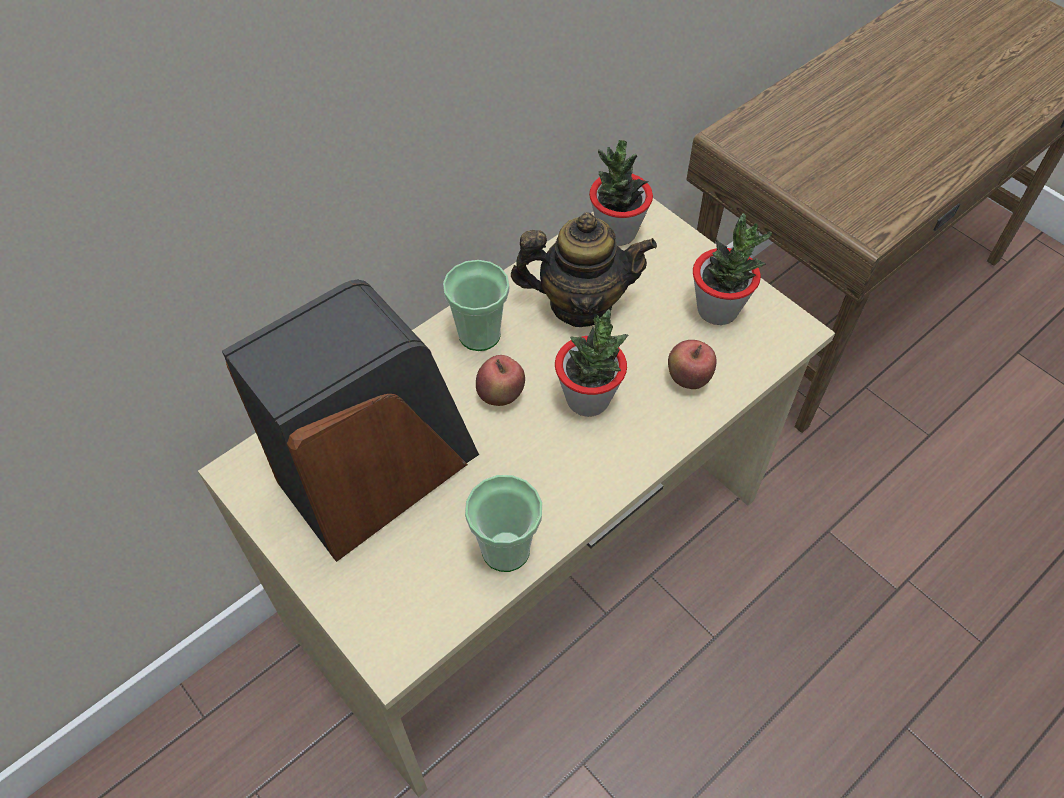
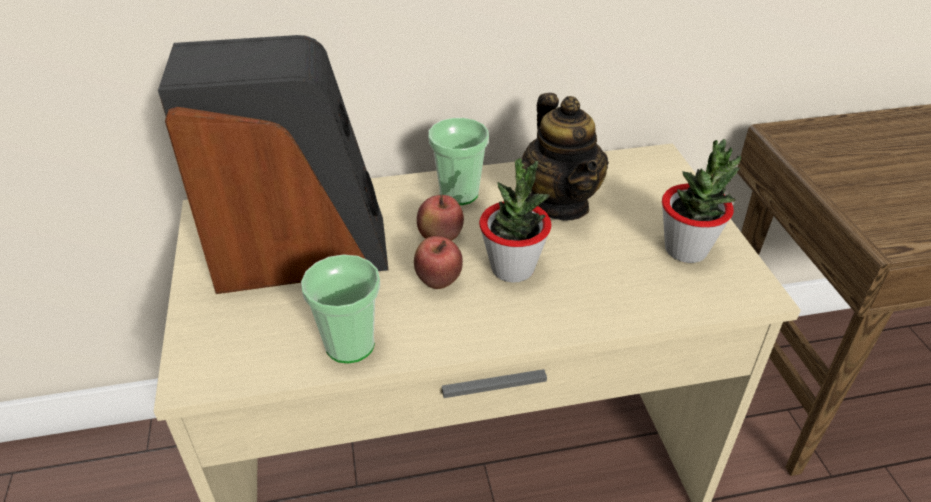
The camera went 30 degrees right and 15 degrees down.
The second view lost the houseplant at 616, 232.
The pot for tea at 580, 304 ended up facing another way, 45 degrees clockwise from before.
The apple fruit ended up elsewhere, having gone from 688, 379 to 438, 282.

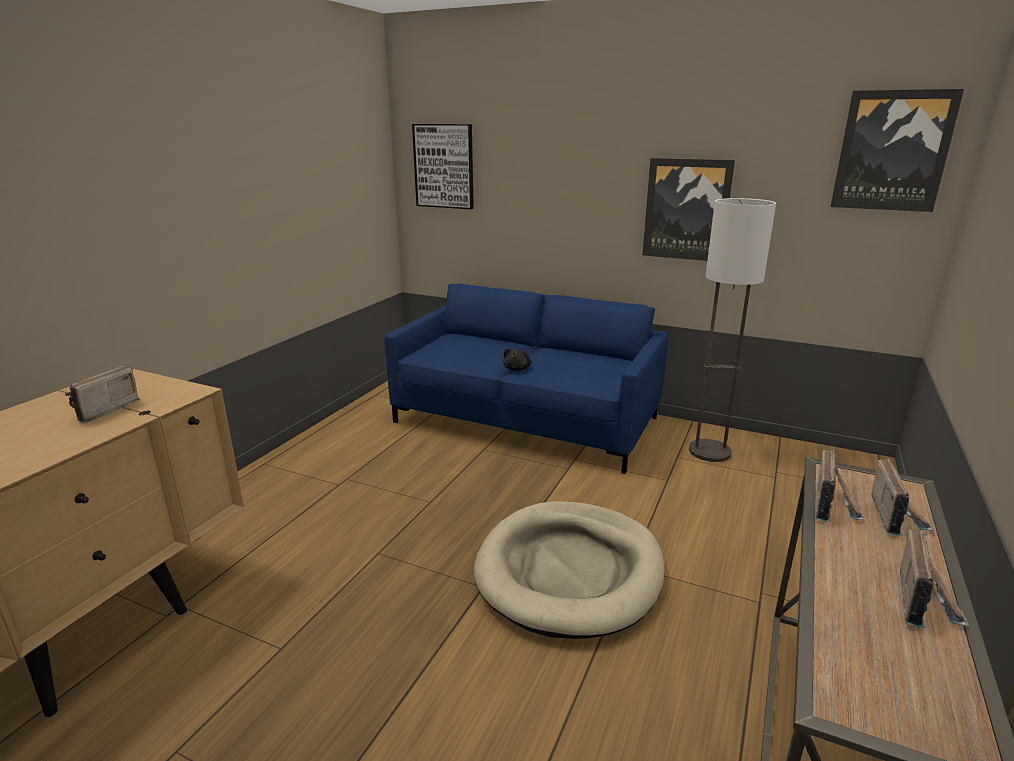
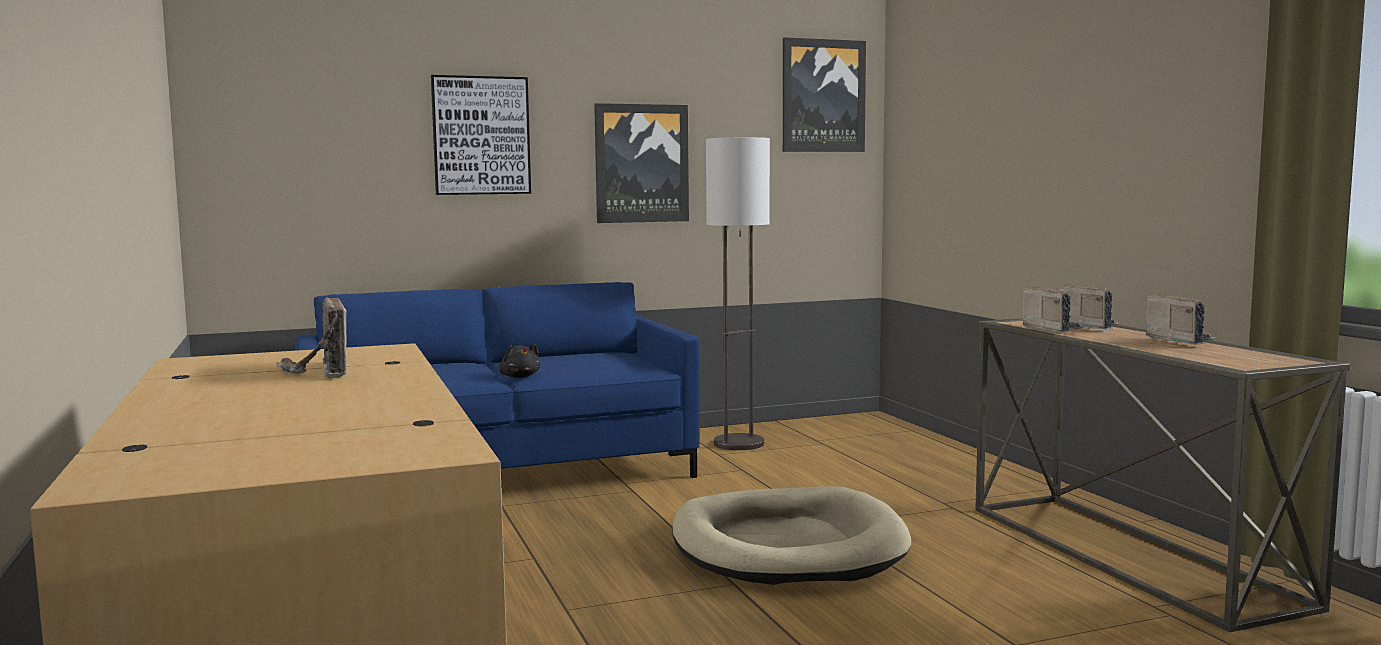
The camera went 45 degrees left and 15 degrees down.
The wall picture ended up elsewhere, having gone from 444, 166 to 481, 135.

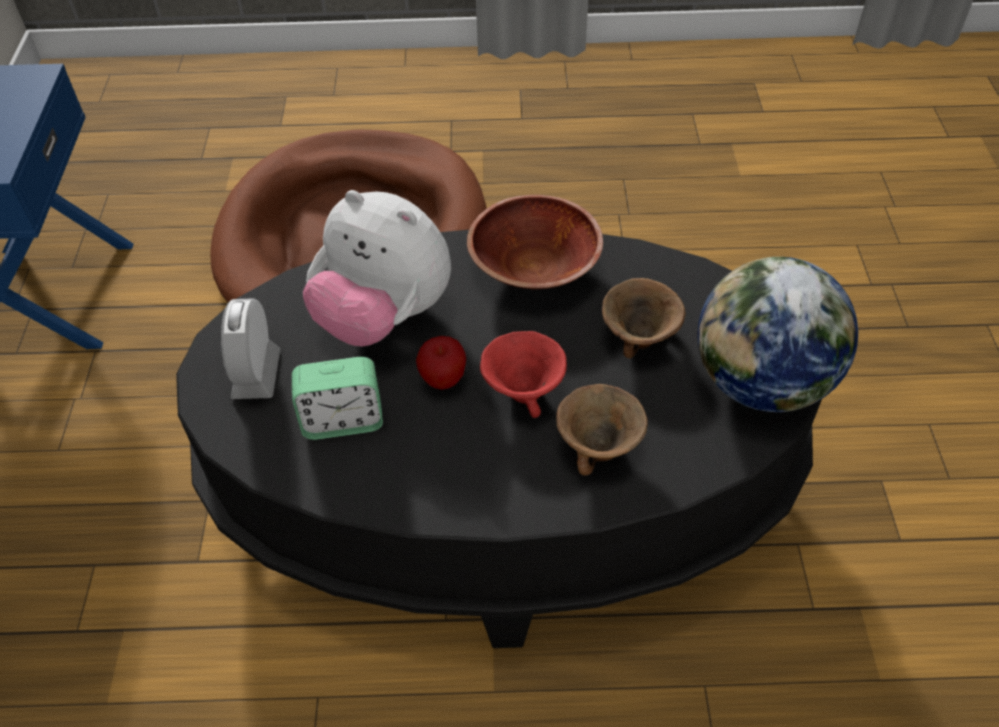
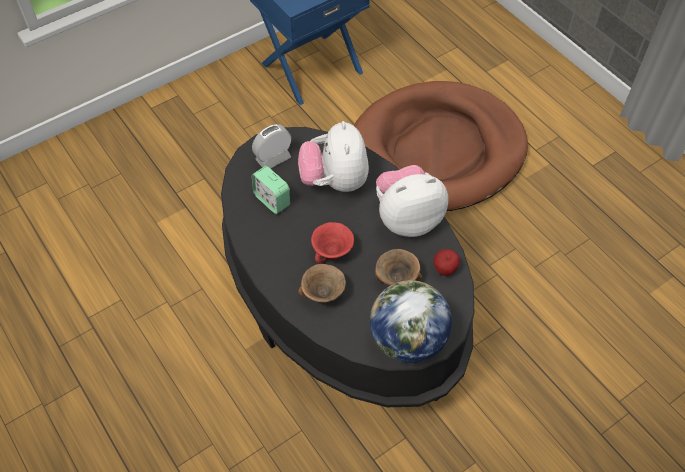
The camera went 55 degrees right and 5 degrees up.
Where the serving bowl (brown) stood at 534, 269, the cuddly toy came to stand at 407, 218.
The apple fruit ended up elsewhere, having gone from 443, 380 to 444, 270.

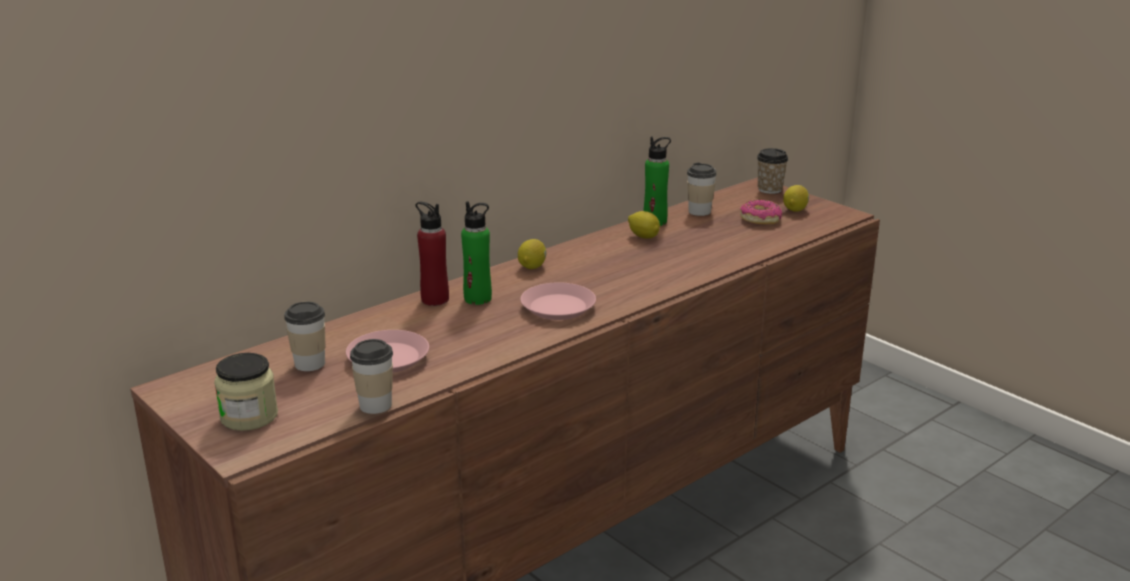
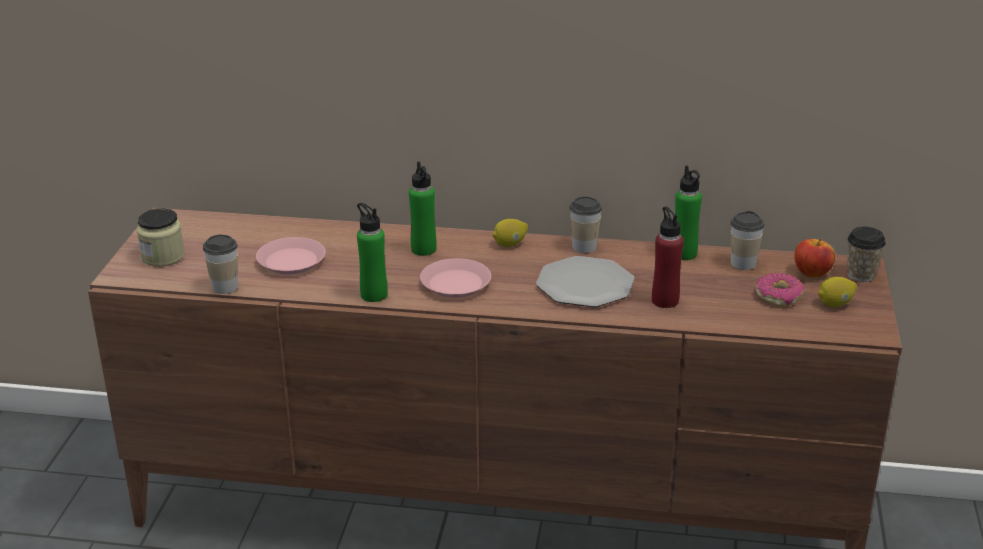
The camera went 50 degrees right and 5 degrees up.
The bottle (red-coloured) ended up elsewhere, having gone from 435, 299 to 665, 301.
The second view lost the citrus fruit at 643, 237.
The drinking cup ended up elsewhere, having gone from 310, 364 to 584, 247.
The second view gained the bottle (green) at 374, 295.
The second view gained the apple fruit at 812, 273.
The second view gained the plate at 584, 285.

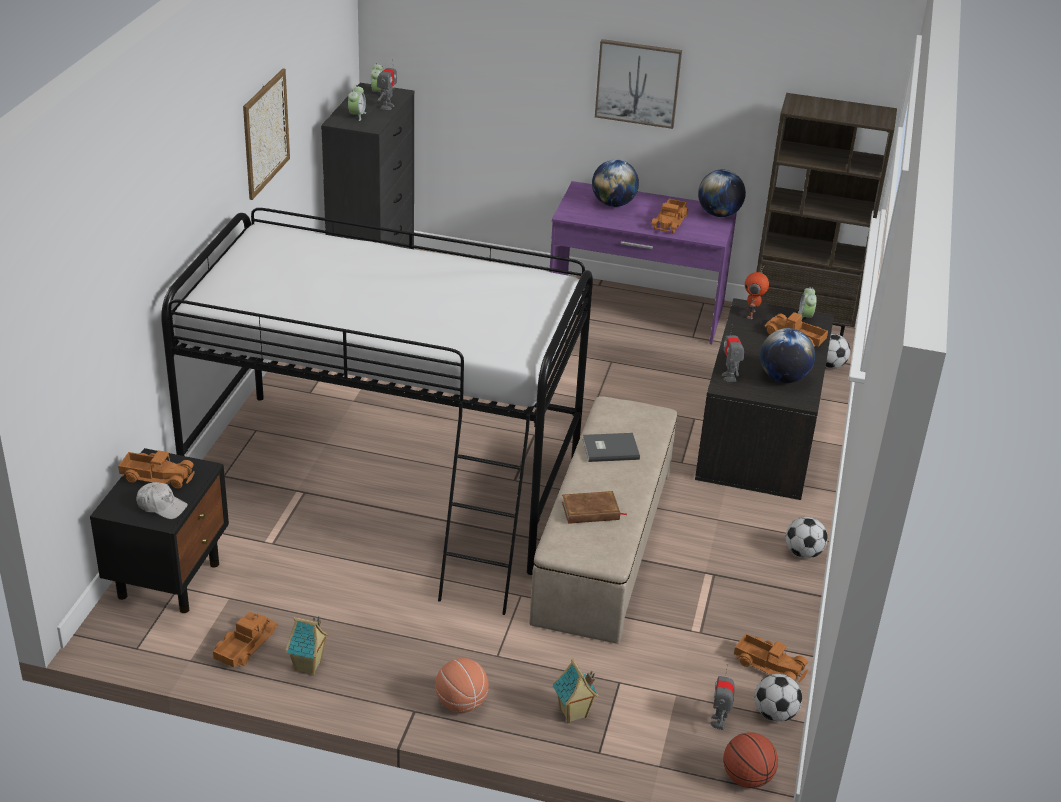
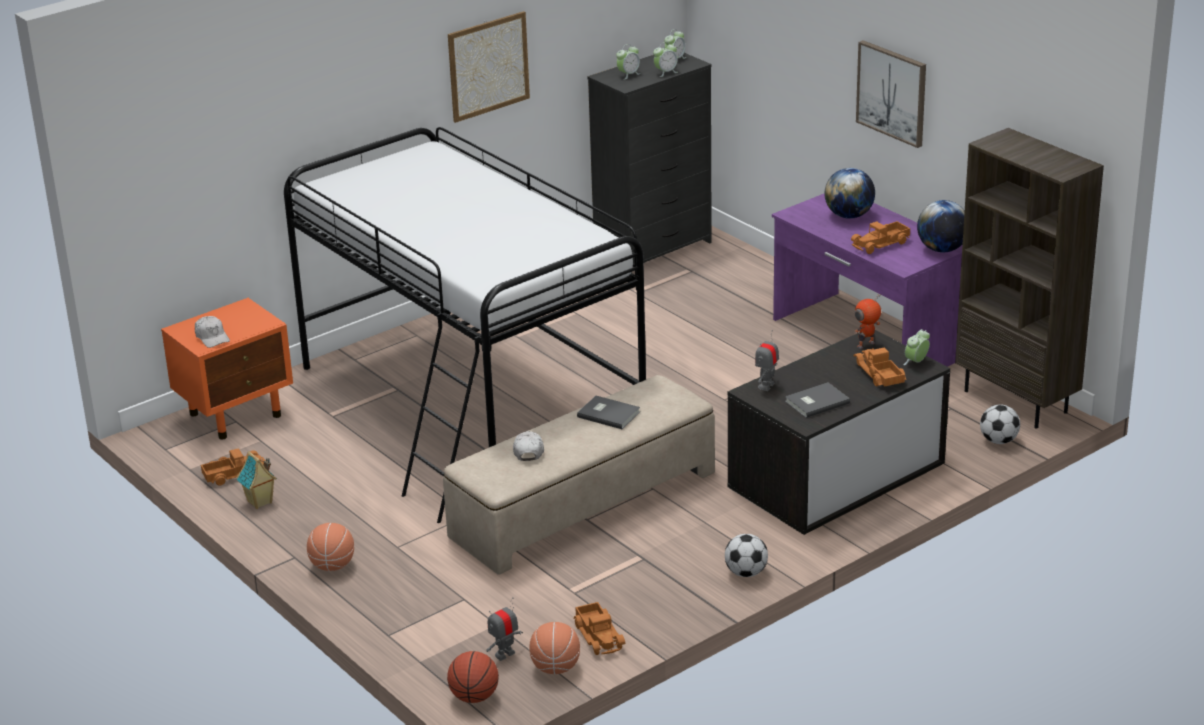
The camera went 40 degrees right and 5 degrees down.
Where the robot figure stood at 387, 106, the table clock came to stand at 665, 72.
Where the world globe stood at 783, 378, the book (gray) came to stand at 815, 402.
What was the bedside table (black-coloured) at 169, 579 turned into the bedside table (orangey) at 236, 414.
The second view lost the toy lorry at 157, 476.
Where the book (brown) stood at 590, 511, the peaked cap (white) came to stand at 528, 451.
The second view lost the miniature house at 573, 714.
Where the ball for football stood at 774, 714, the ball for basketball came to stand at 555, 668.

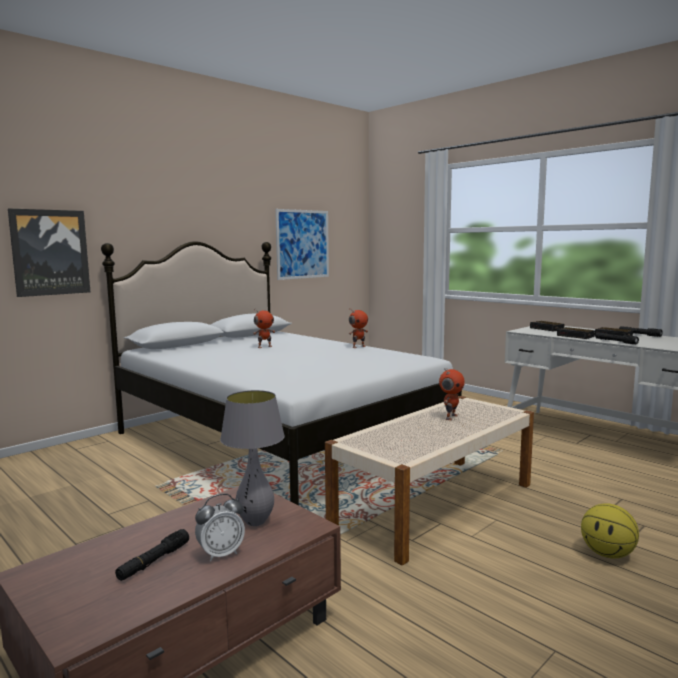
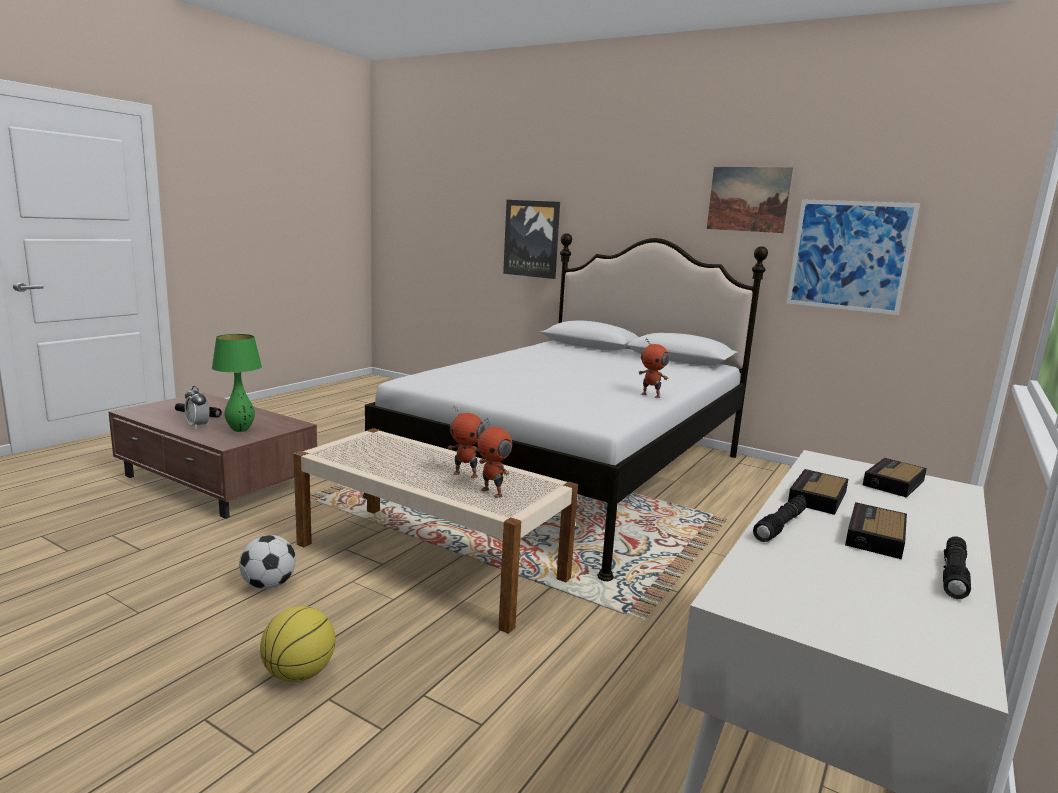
The camera went 75 degrees right and 5 degrees up.
The robot figure ended up elsewhere, having gone from 264, 347 to 493, 492.
What was the lamp for a table (gray) at 255, 522 turned into the lamp for a table (green) at 240, 430.
The second view gained the wall picture at 748, 199.
The second view gained the ball for football at 269, 585.

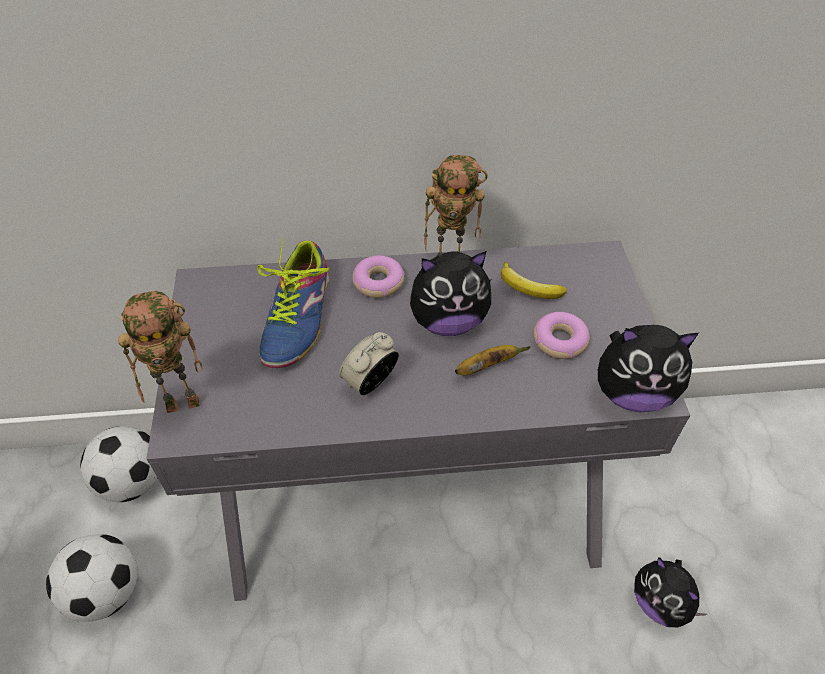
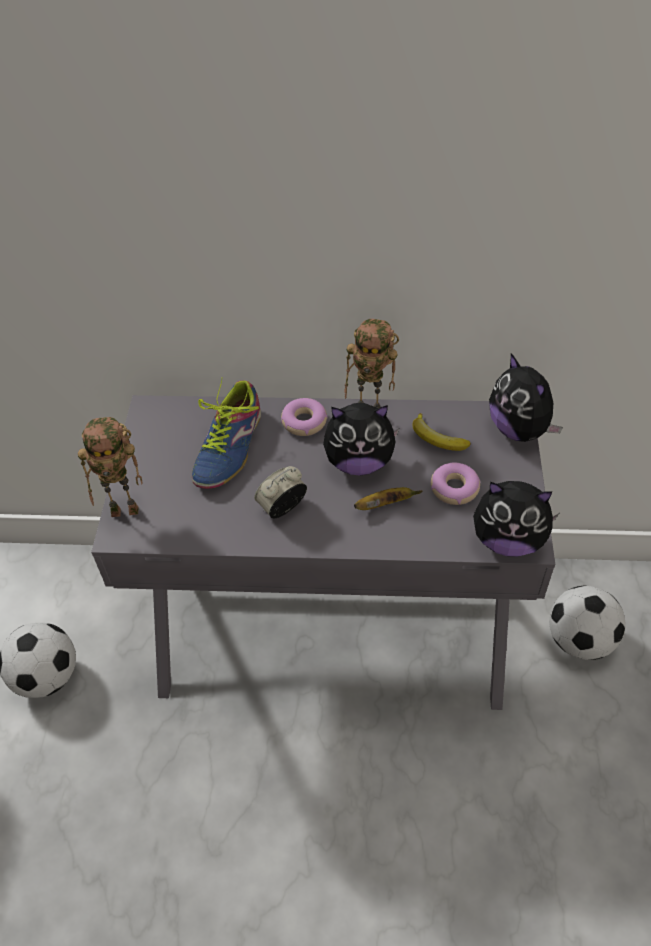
The camera went 10 degrees right and 0 degrees up.
The ball for football ended up elsewhere, having gone from 133, 481 to 580, 639.
The cuddly toy ended up elsewhere, having gone from 660, 602 to 519, 429.

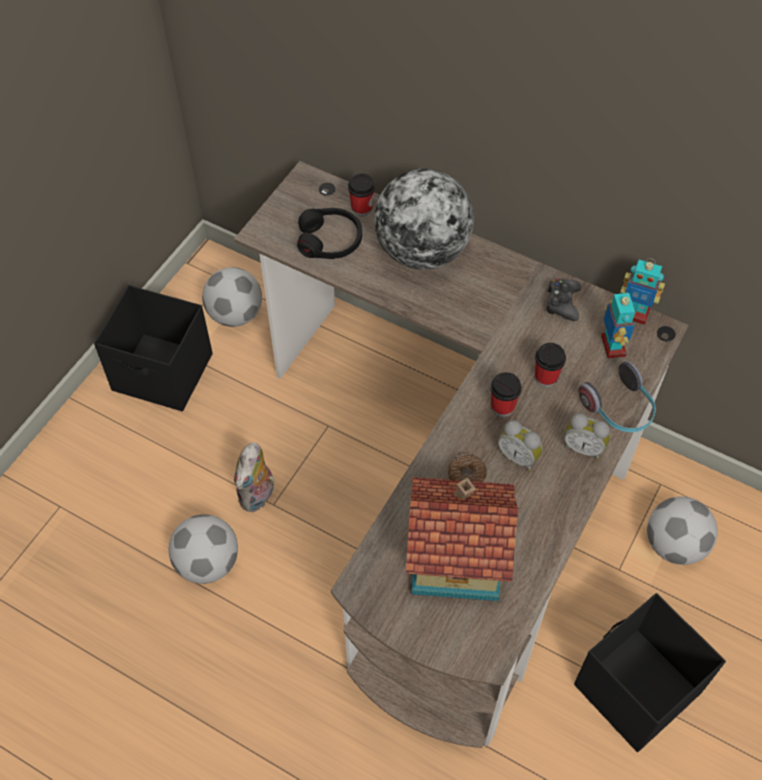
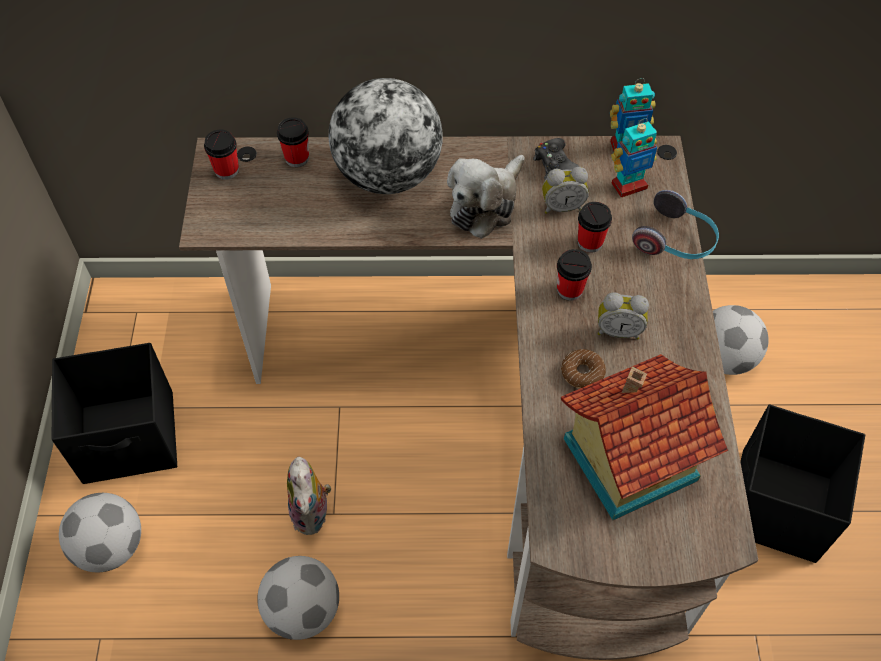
The camera went 30 degrees left and 0 degrees up.
The second view lost the headset (black-coloured) at 330, 240.
The ball for football ended up elsewhere, having gone from 235, 314 to 110, 546.
The robot figure at 612, 346 ended up facing another way, 105 degrees clockwise from before.
The table clock ended up elsewhere, having gone from 583, 447 to 562, 206.
The second view gained the drinking cup at 226, 170.
The second view gained the cuddly toy at 485, 204.

